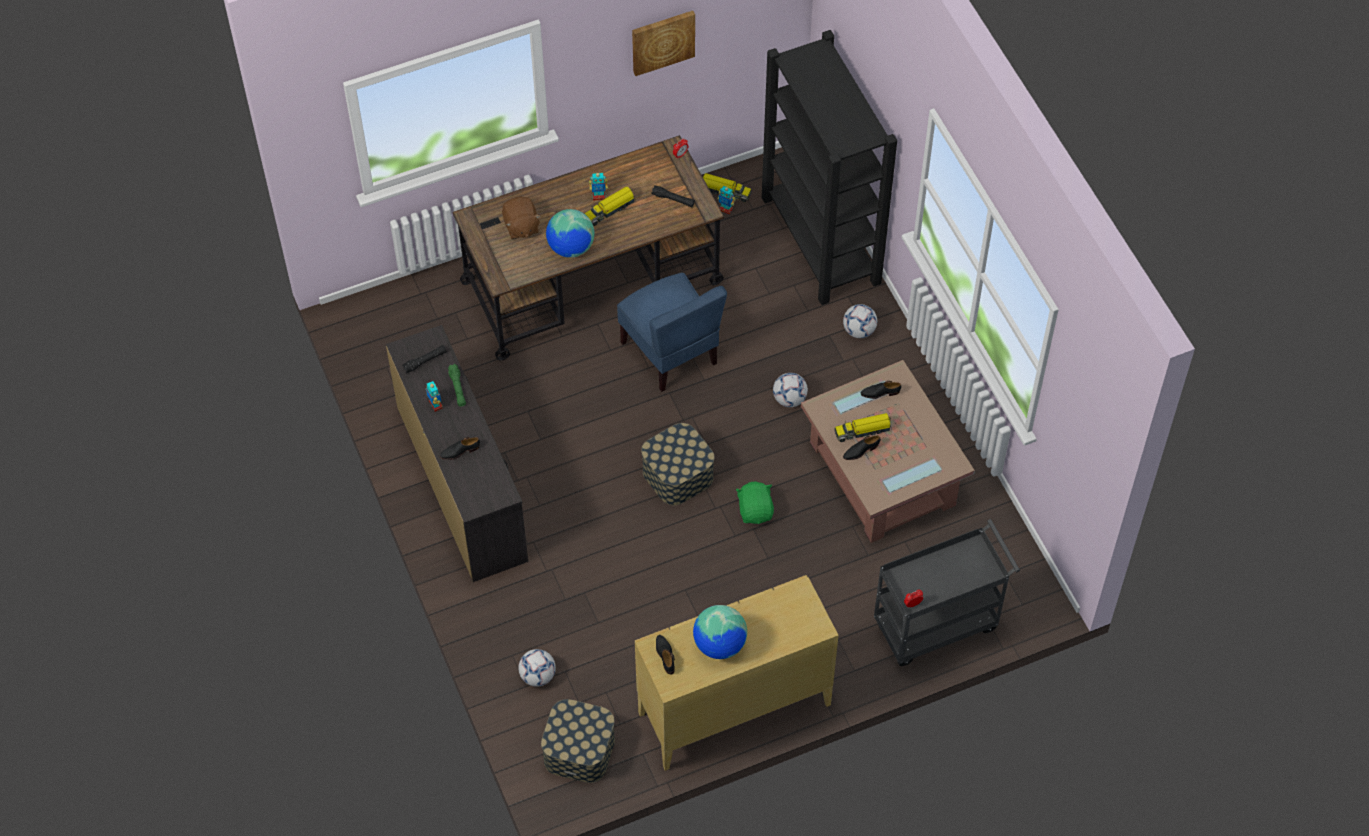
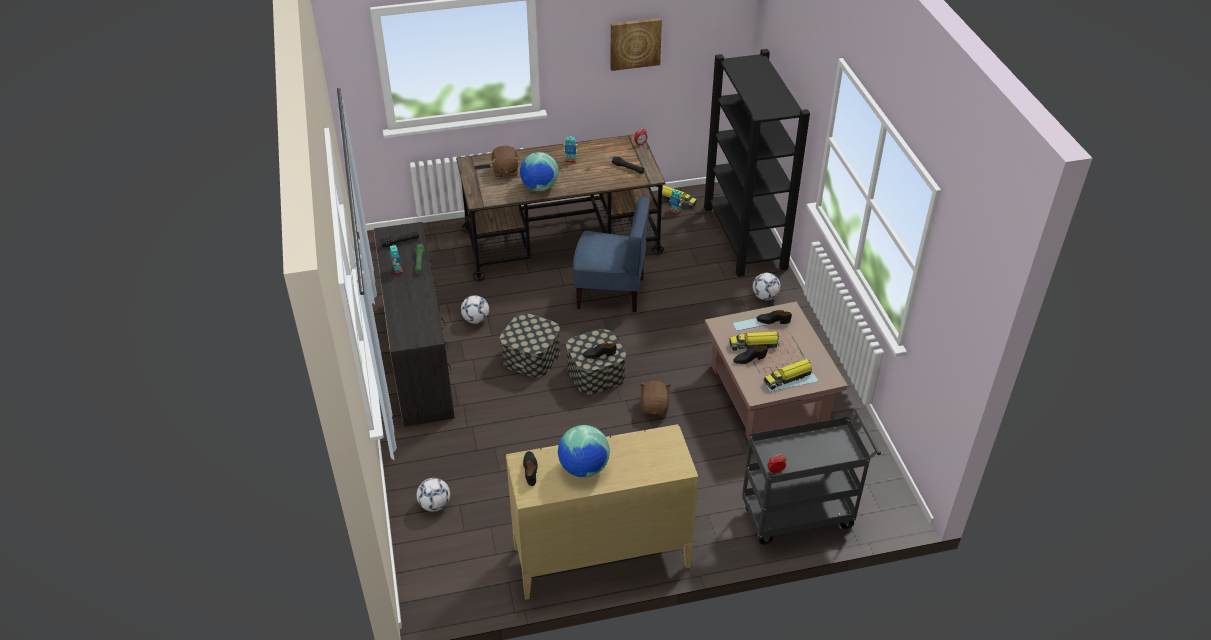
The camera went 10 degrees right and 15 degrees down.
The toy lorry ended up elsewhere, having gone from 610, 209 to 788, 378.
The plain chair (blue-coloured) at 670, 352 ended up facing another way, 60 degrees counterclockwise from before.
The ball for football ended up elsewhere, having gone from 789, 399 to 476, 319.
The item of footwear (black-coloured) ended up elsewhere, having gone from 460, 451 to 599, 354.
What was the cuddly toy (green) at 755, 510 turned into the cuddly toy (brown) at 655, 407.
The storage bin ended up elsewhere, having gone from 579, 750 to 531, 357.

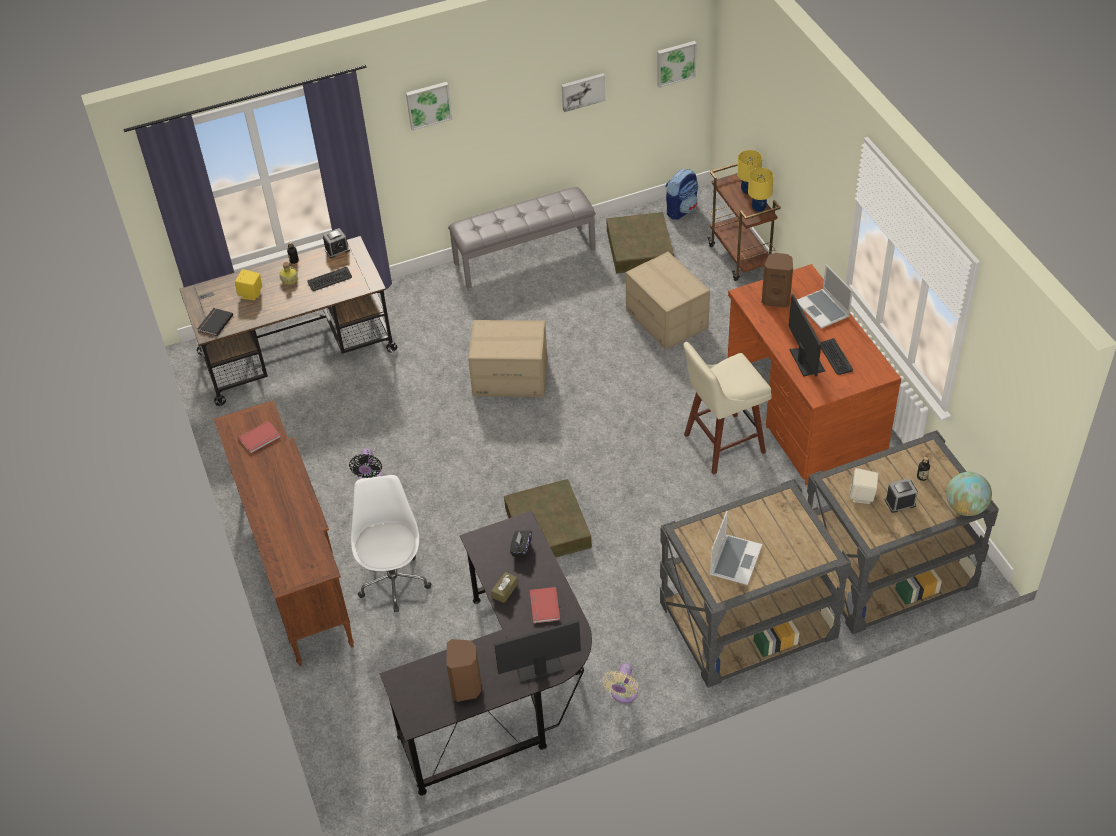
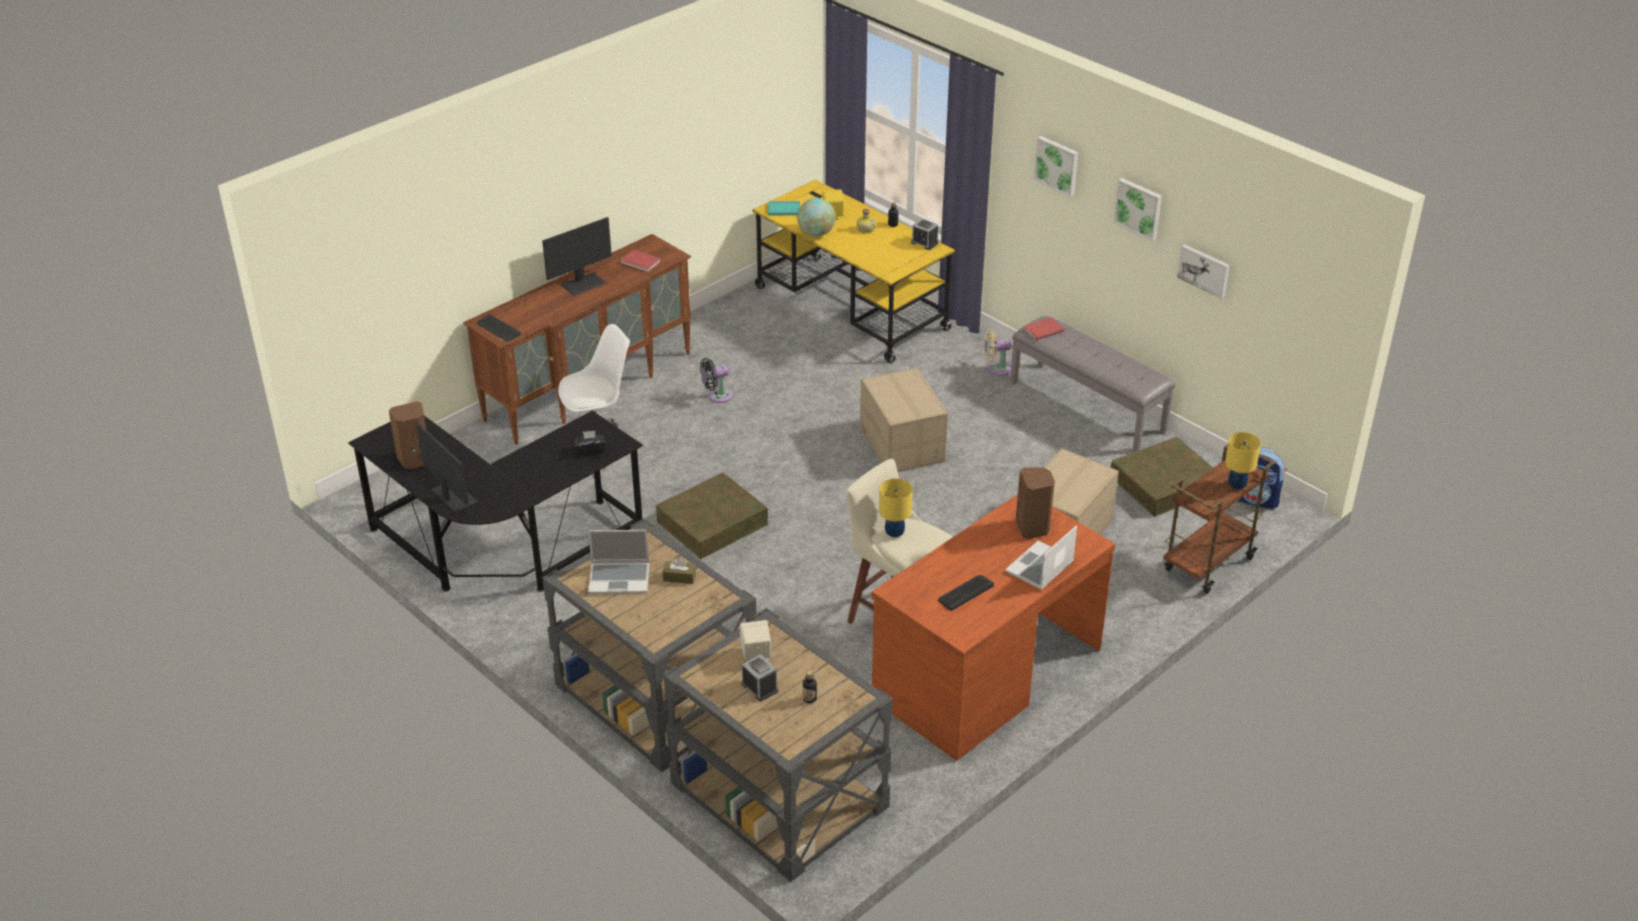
The camera went 65 degrees right and 10 degrees down.
The wall picture ended up elsewhere, having gone from 675, 63 to 1139, 208.
The lamp for a table (yellowish) ended up elsewhere, having gone from 758, 209 to 893, 533.
What was the desk unit (brown) at 297, 352 turned into the desk unit (yellowish) at 851, 308.
The keyboard ended up elsewhere, having gone from 330, 279 to 498, 329.
The computer display ended up elsewhere, having gone from 806, 360 to 583, 283.
What was the book (black-coloured) at 214, 323 turned into the book (turquoise-coloured) at 783, 209.
The world globe ended up elsewhere, having gone from 965, 507 to 816, 233.
The box of tissues (brown) ended up elsewhere, having gone from 505, 590 to 679, 577.
The book (red-coloured) ended up elsewhere, having gone from 543, 606 to 1042, 329.
The electric fan (beige) ended up elsewhere, having gone from 623, 694 to 996, 368.

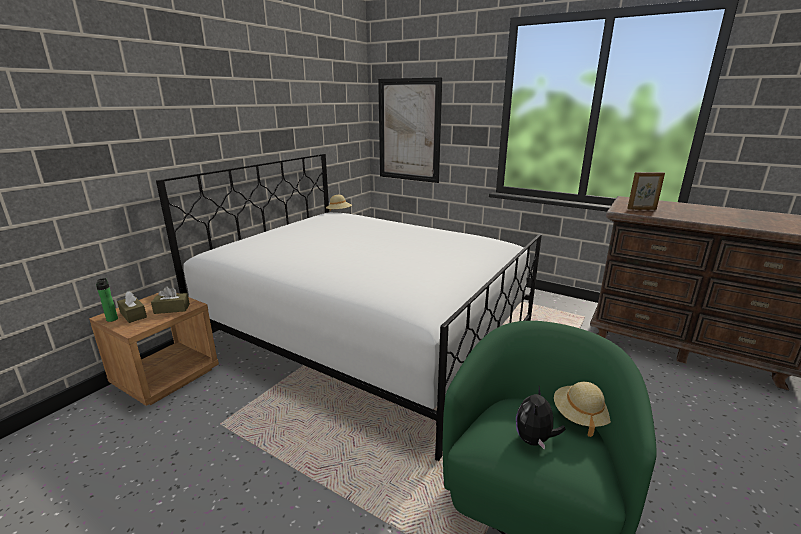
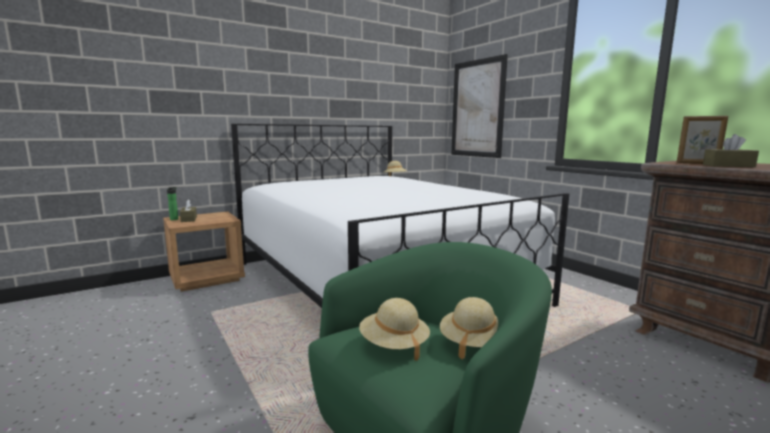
The camera went 25 degrees right and 10 degrees down.
The box of tissues (brown) ended up elsewhere, having gone from 172, 309 to 728, 166.
Where the cuddly toy stood at 534, 440, the hat (beige) came to stand at 394, 345.

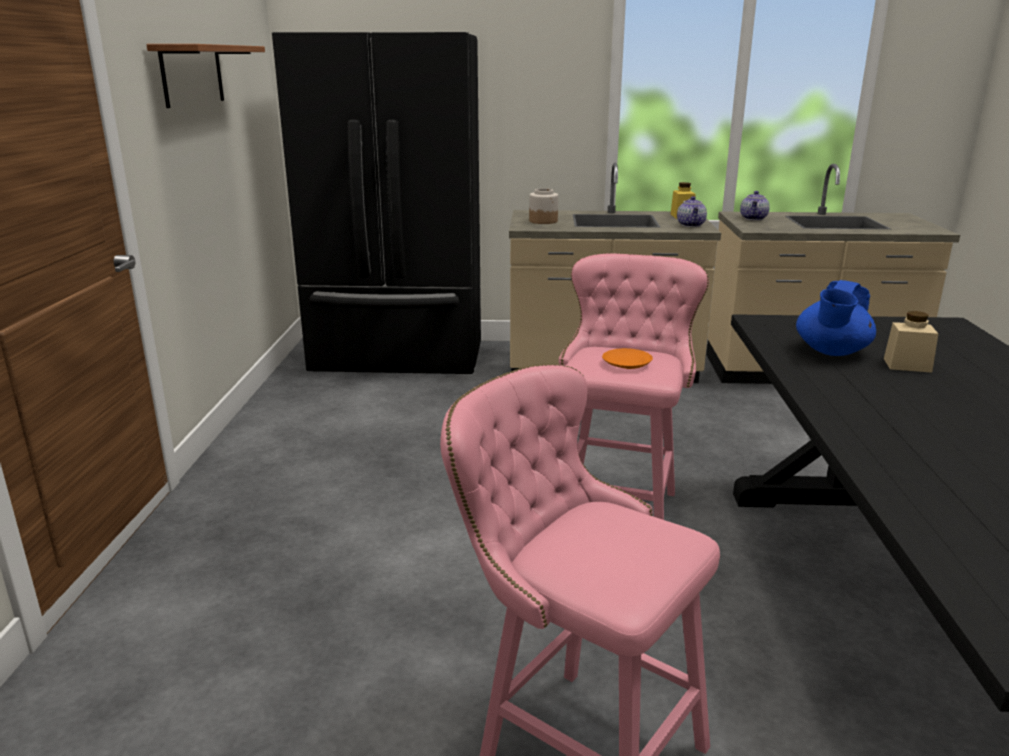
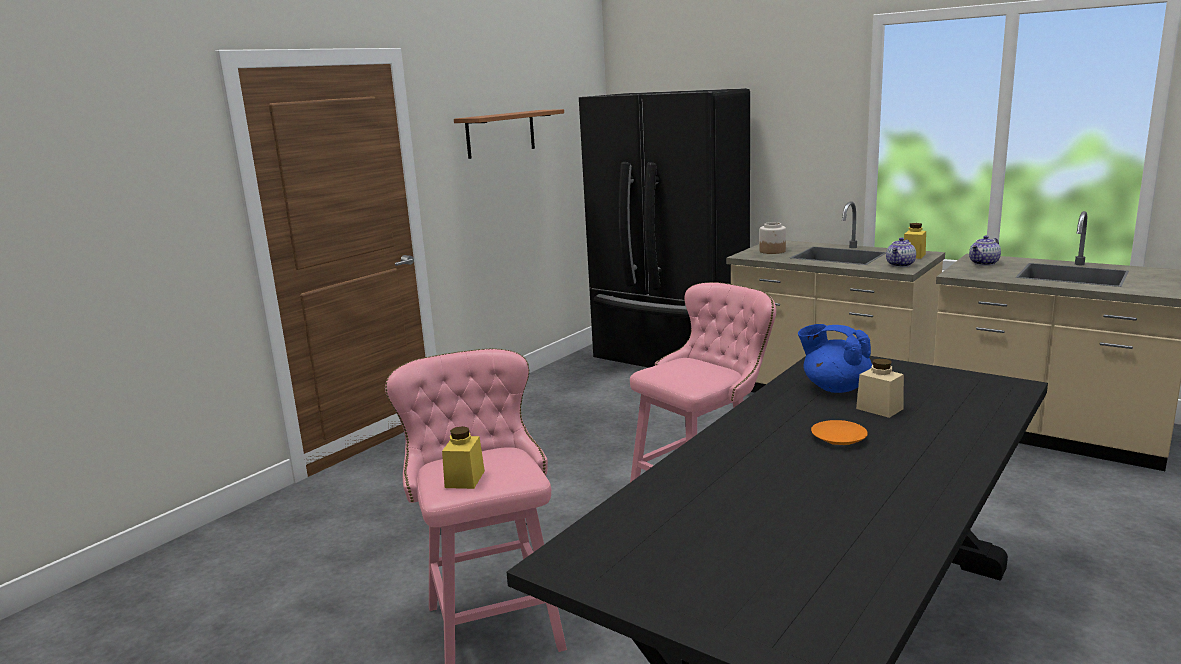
The camera went 35 degrees right and 5 degrees down.
The pot for tea (blue-coloured) at 831, 352 ended up facing another way, 60 degrees clockwise from before.
The plate (orangey) ended up elsewhere, having gone from 627, 364 to 839, 439.
The second view gained the preserve jar (yellowish) at 465, 479.

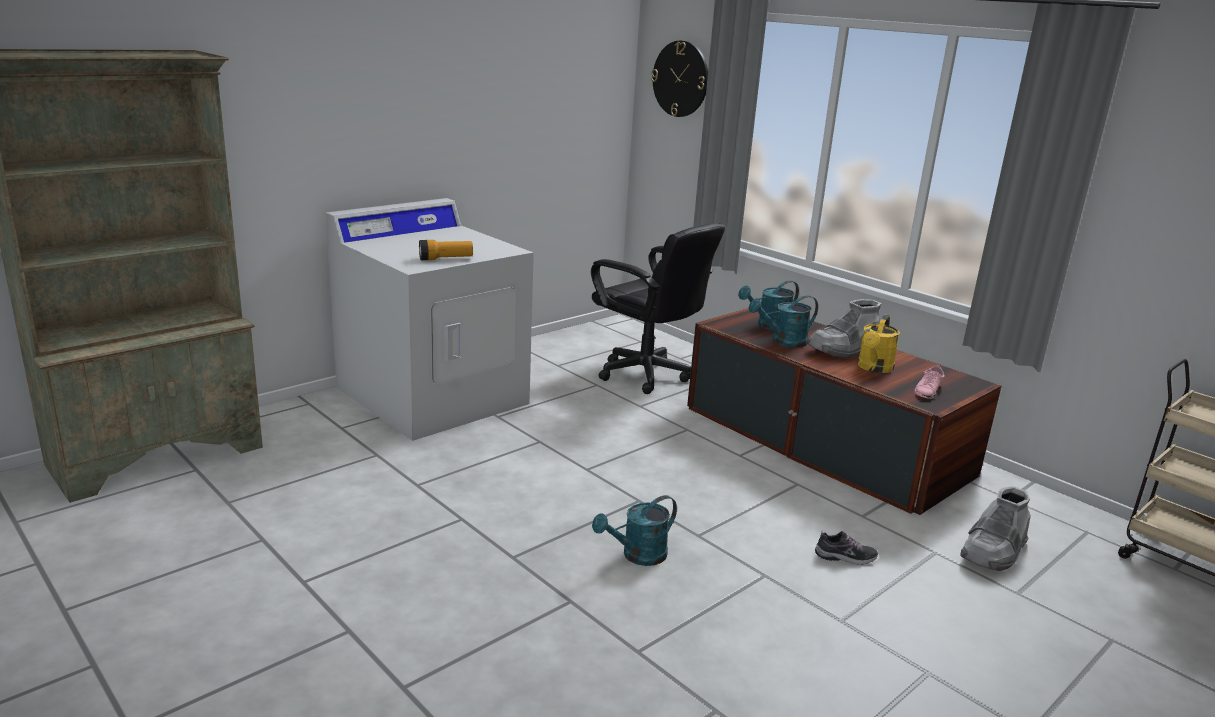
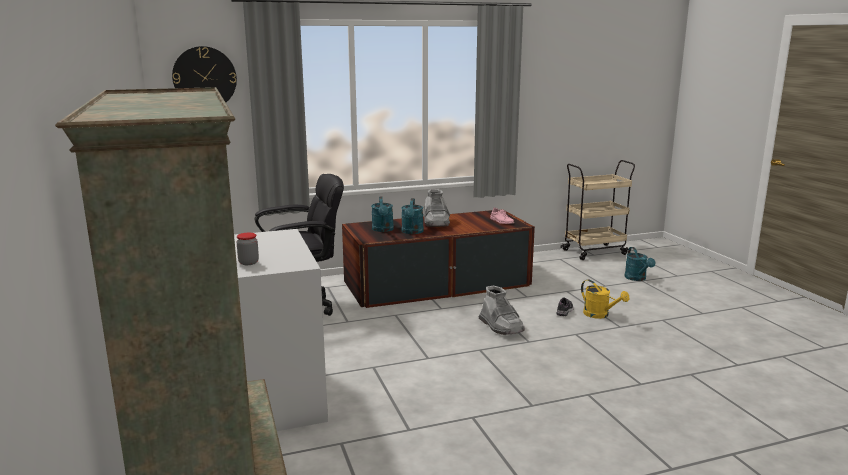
The camera went 65 degrees left and 5 degrees down.
The second view lost the torch at 445, 259.
The sprinkling can (yellowish) ended up elsewhere, having gone from 874, 368 to 600, 315.
The high-top boot (gray) ended up elsewhere, having gone from 993, 553 to 501, 327.
The sprinkling can (turquoise-coloured) ended up elsewhere, having gone from 637, 556 to 637, 278.
The second view gained the preserve jar at 248, 262.

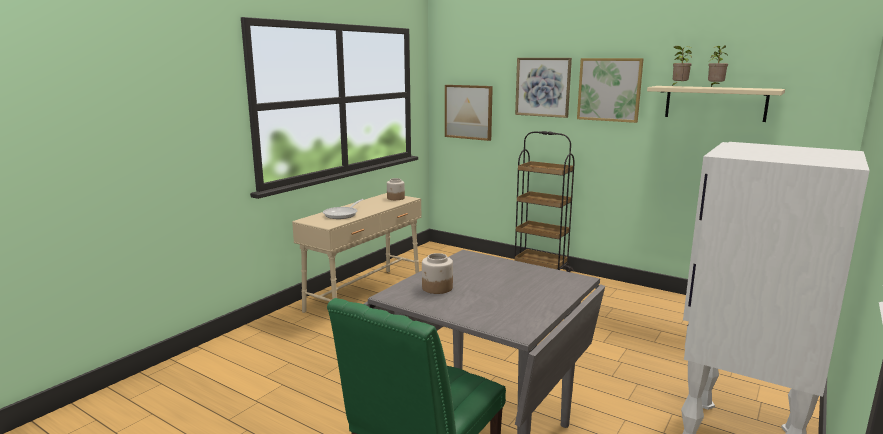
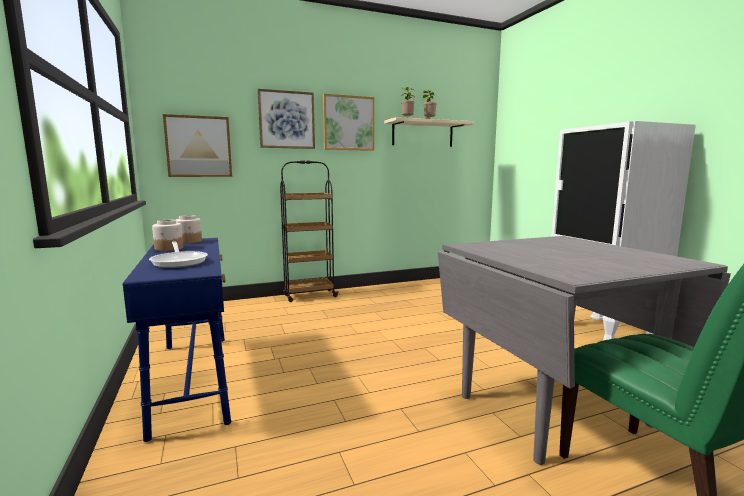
The camera went 55 degrees left and 5 degrees down.
What was the console table (beige) at 365, 295 turned into the console table (blue-coloured) at 194, 379.
The preserve jar ended up elsewhere, having gone from 437, 288 to 169, 248.

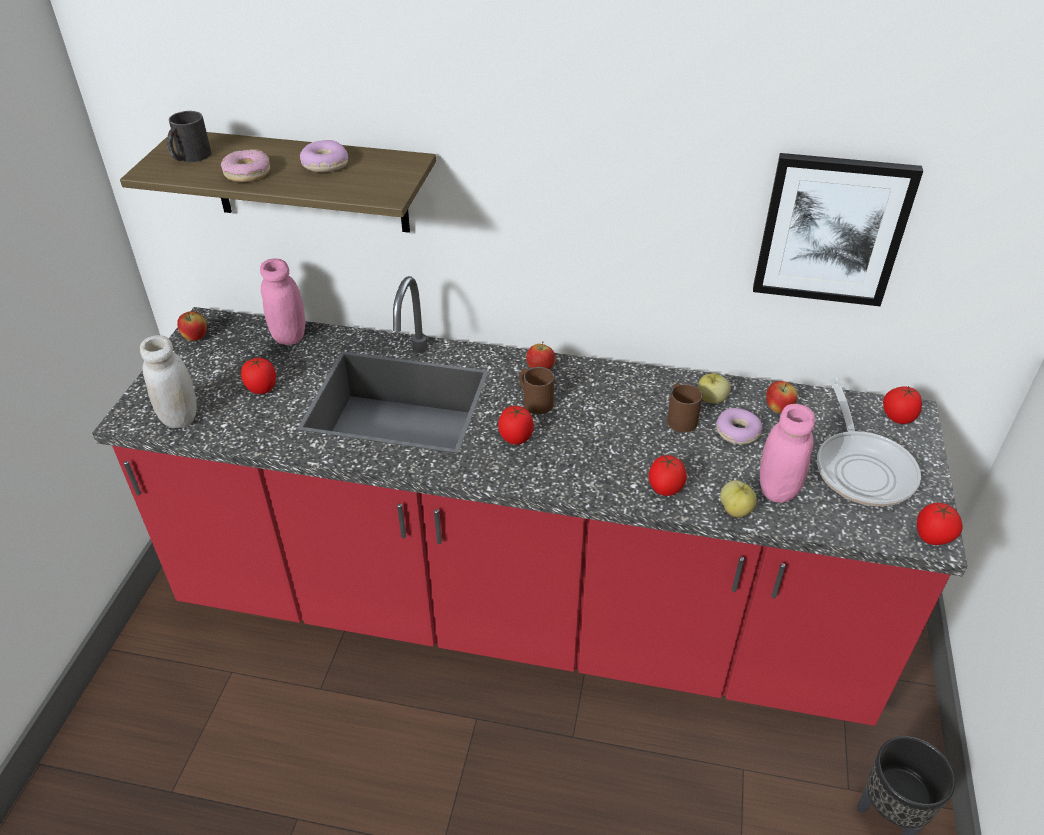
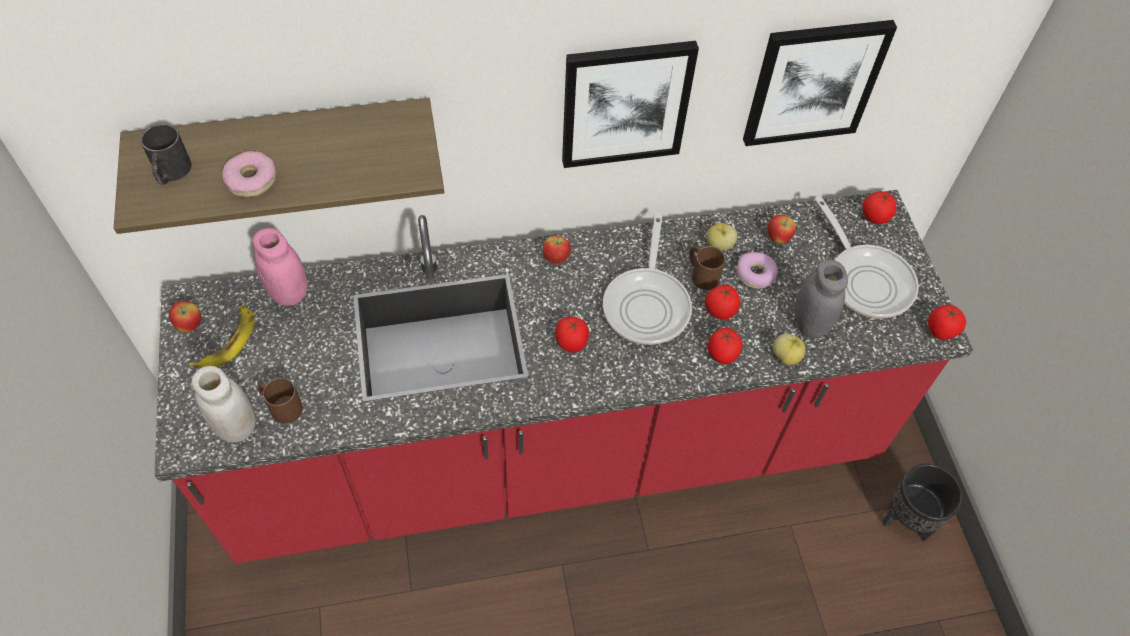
The camera went 25 degrees left and 15 degrees up.
The second view lost the doughnut at 324, 164.
The whole tomato ended up elsewhere, having gone from 261, 389 to 719, 311.
The tea mug (brown) ended up elsewhere, having gone from 534, 400 to 281, 406.
What was the preserve jar (pink) at 777, 489 turned into the preserve jar (gray) at 810, 324.
The second view gained the wall picture at 625, 103.
The second view gained the frying pan at 647, 304.
The second view gained the banana fruit at 228, 341.

